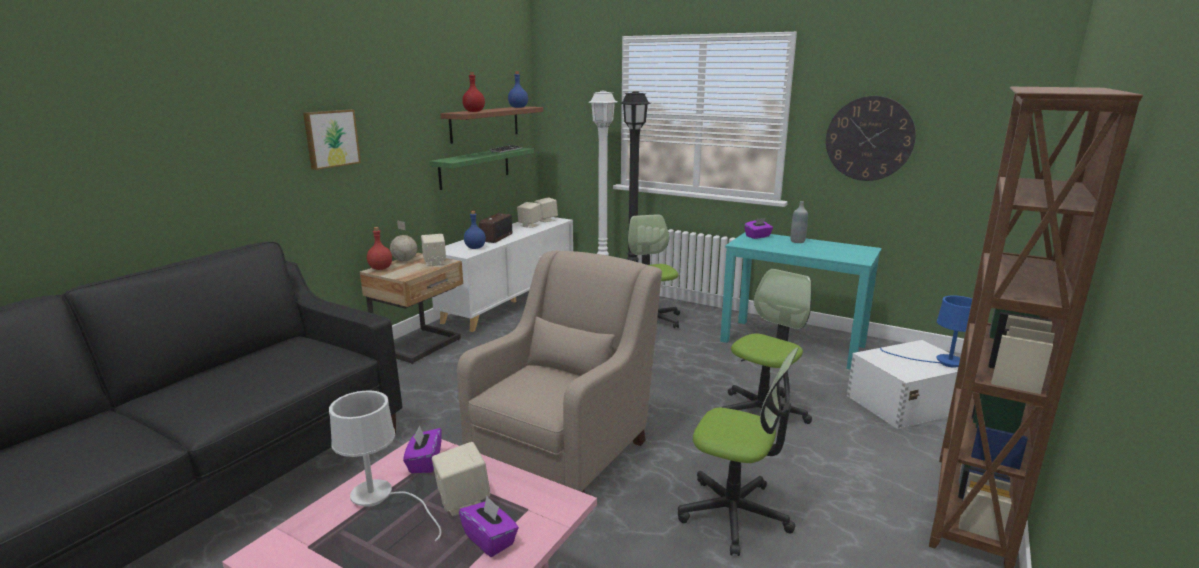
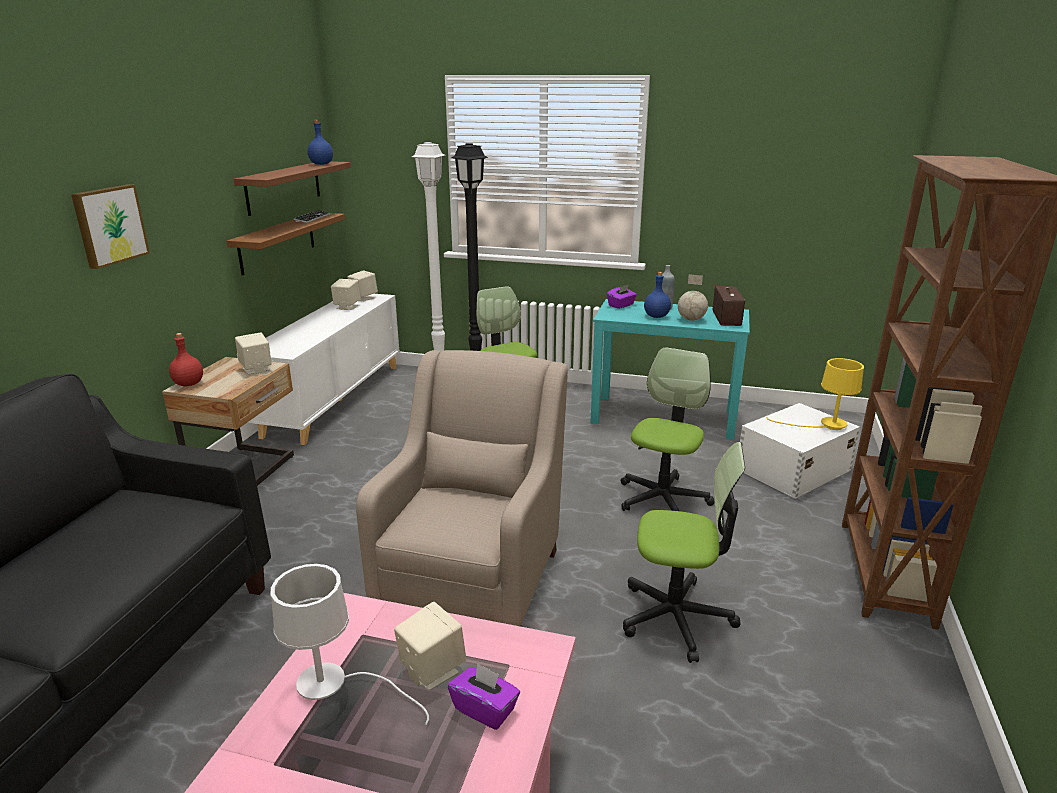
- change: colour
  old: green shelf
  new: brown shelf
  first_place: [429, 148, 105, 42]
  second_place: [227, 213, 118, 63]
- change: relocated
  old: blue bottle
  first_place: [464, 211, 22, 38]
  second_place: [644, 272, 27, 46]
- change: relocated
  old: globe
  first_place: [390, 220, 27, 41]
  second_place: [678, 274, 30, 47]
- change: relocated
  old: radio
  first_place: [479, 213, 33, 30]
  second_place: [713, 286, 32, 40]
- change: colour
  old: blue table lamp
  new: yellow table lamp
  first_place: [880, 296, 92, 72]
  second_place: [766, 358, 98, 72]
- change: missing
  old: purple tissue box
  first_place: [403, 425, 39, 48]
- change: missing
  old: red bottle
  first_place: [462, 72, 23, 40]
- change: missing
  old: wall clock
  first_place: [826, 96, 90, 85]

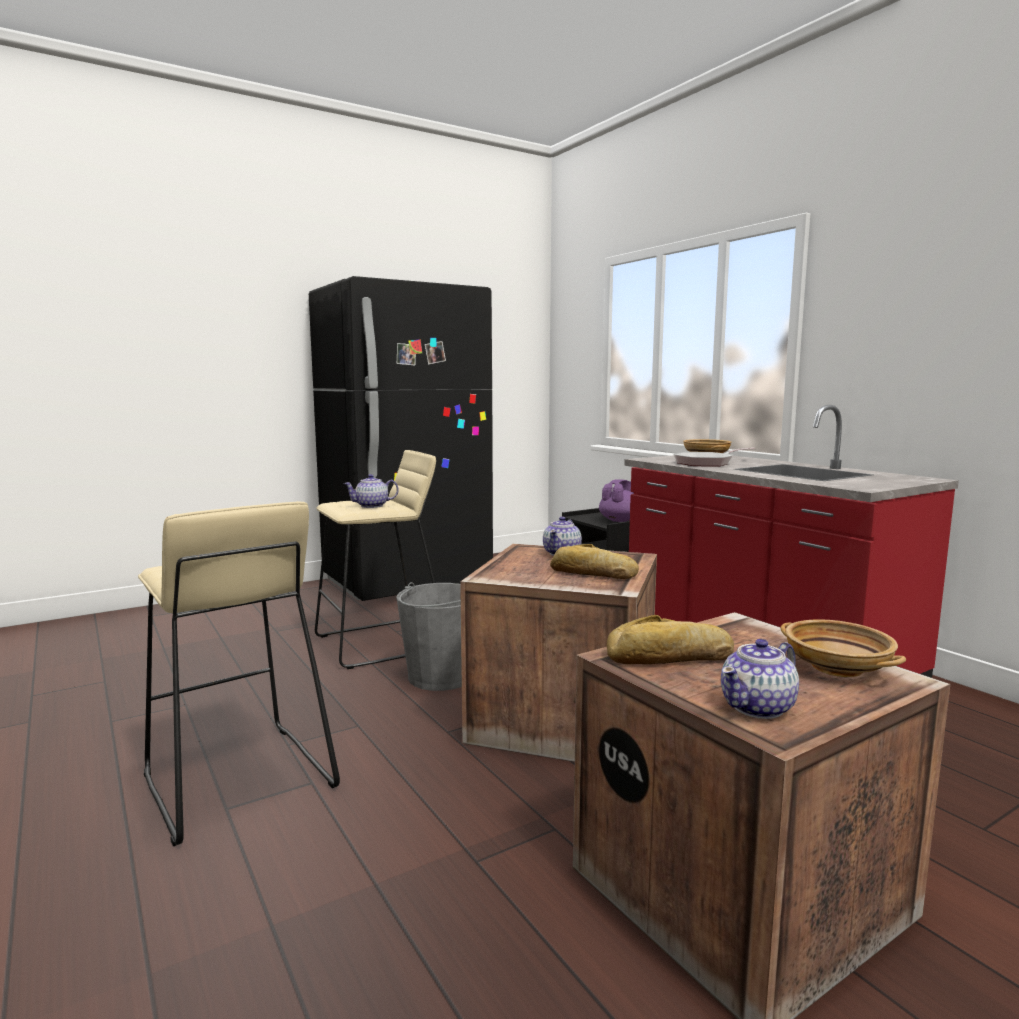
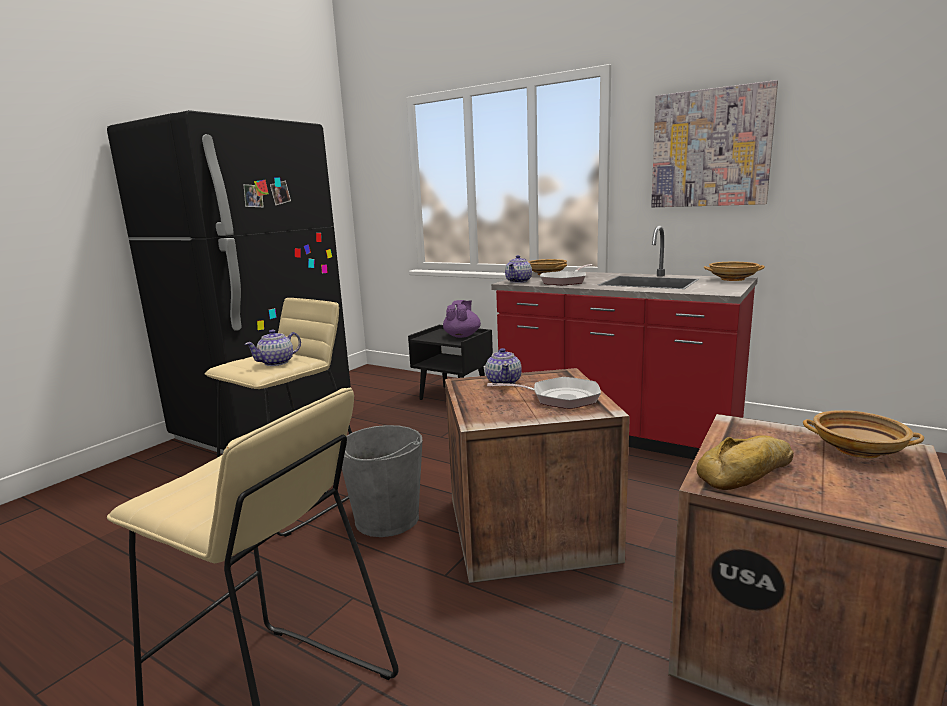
- change: exchanged
  old: bread
  new: frying pan
  first_place: [550, 544, 89, 35]
  second_place: [487, 377, 114, 32]
- change: relocated
  old: teapot
  first_place: [721, 639, 78, 80]
  second_place: [505, 255, 27, 28]
- change: appeared
  new: picture
  second_place: [651, 80, 127, 127]
- change: appeared
  new: beige bowl
  second_place: [704, 262, 61, 19]

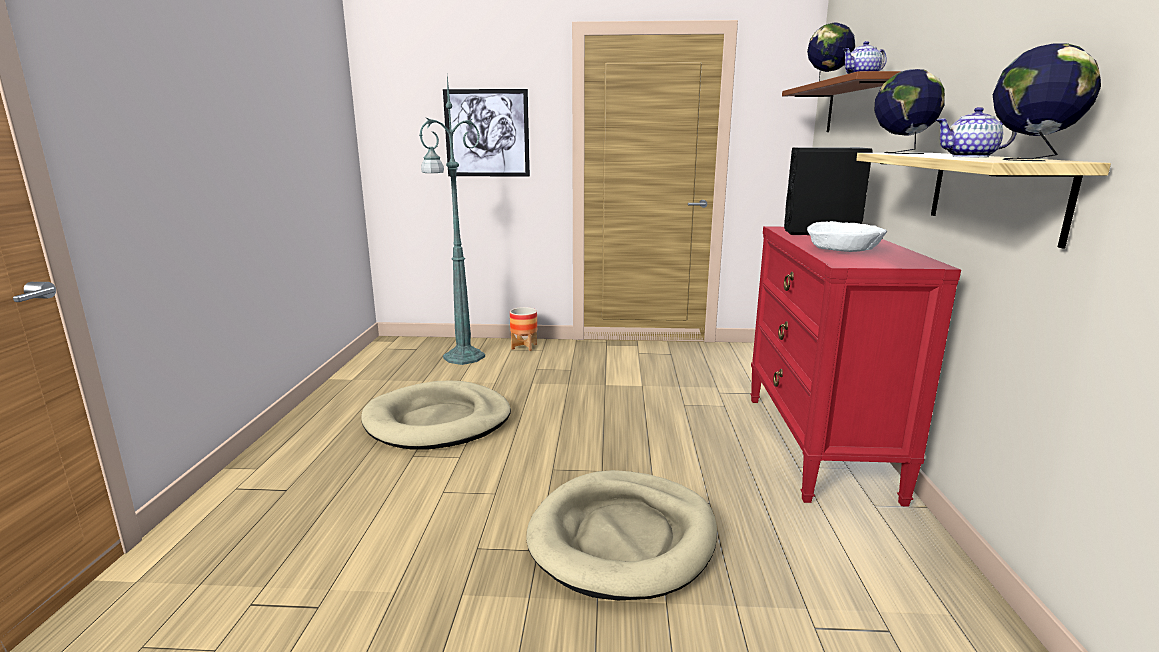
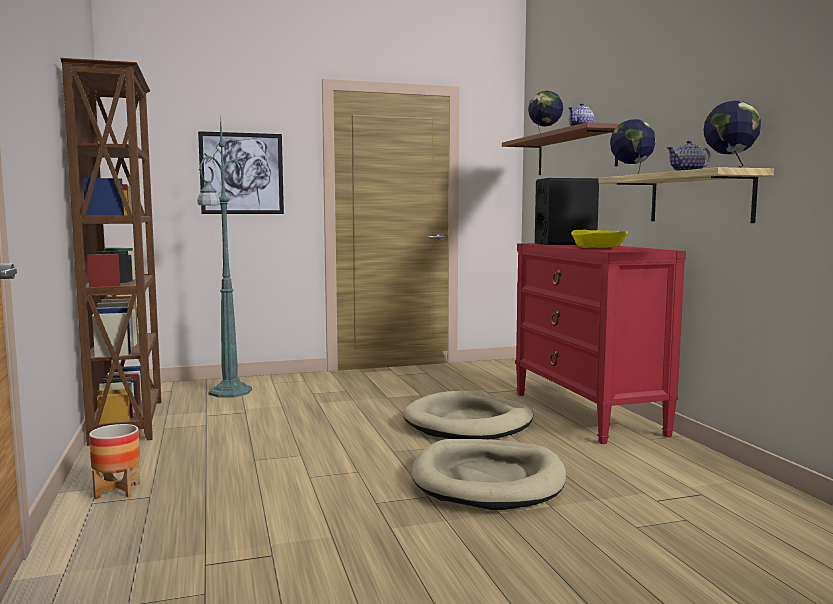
- change: appeared
  new: brown bookcase
  second_place: [60, 58, 102, 388]
- change: relocated
  old: planter
  first_place: [510, 307, 27, 44]
  second_place: [89, 424, 51, 75]
- change: relocated
  old: beige dog bed
  first_place: [361, 381, 150, 69]
  second_place: [403, 391, 131, 48]
- change: colour
  old: white bowl
  new: yellow bowl
  first_place: [807, 221, 80, 31]
  second_place: [571, 229, 57, 19]

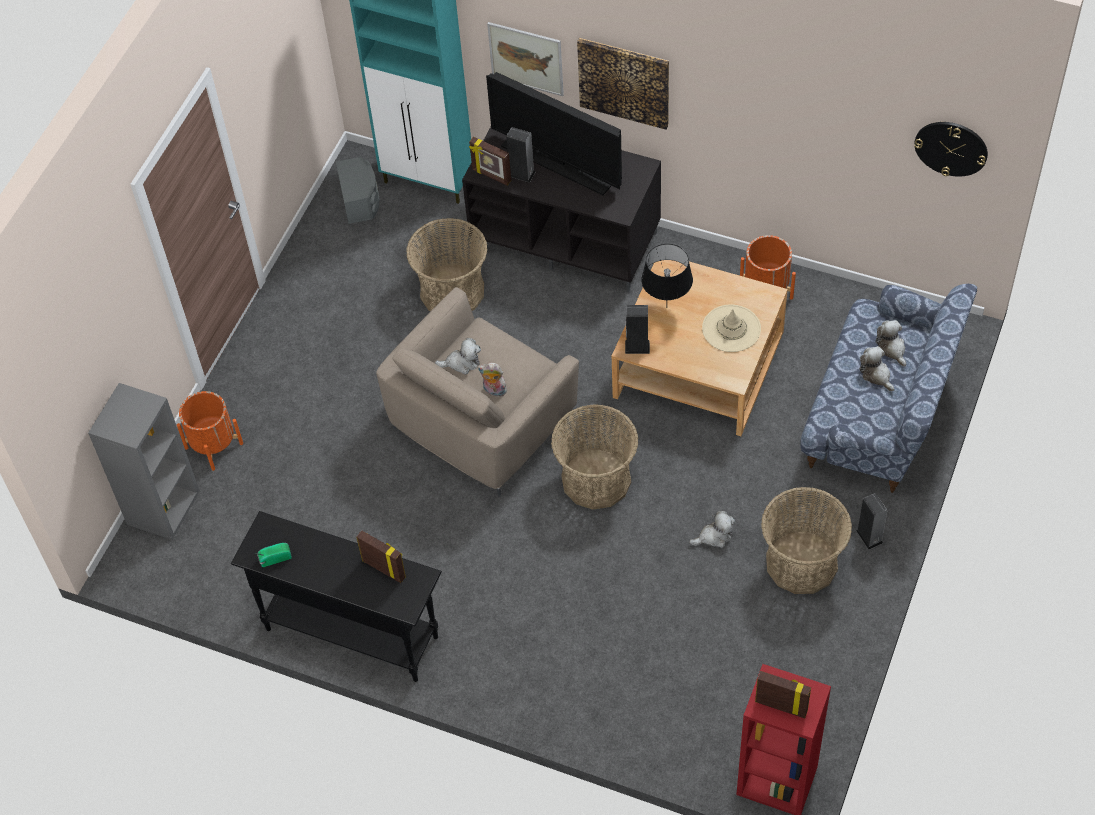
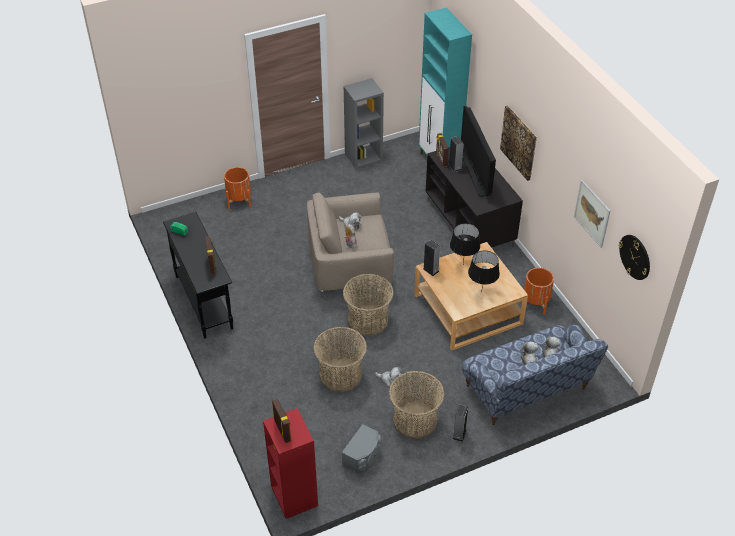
- change: relocated
  old: basket
  first_place: [406, 218, 81, 94]
  second_place: [313, 327, 54, 65]
- change: relocated
  old: grey speaker
  first_place: [336, 157, 44, 67]
  second_place: [342, 424, 38, 50]
- change: relocated
  old: grey bookcase
  first_place: [88, 383, 112, 157]
  second_place: [344, 78, 40, 91]
- change: exchanged
  old: beige hat
  new: black table lamp
  first_place: [702, 305, 59, 47]
  second_place: [468, 251, 32, 36]
- change: relocated
  old: picture
  first_place: [487, 22, 77, 74]
  second_place: [574, 180, 37, 68]

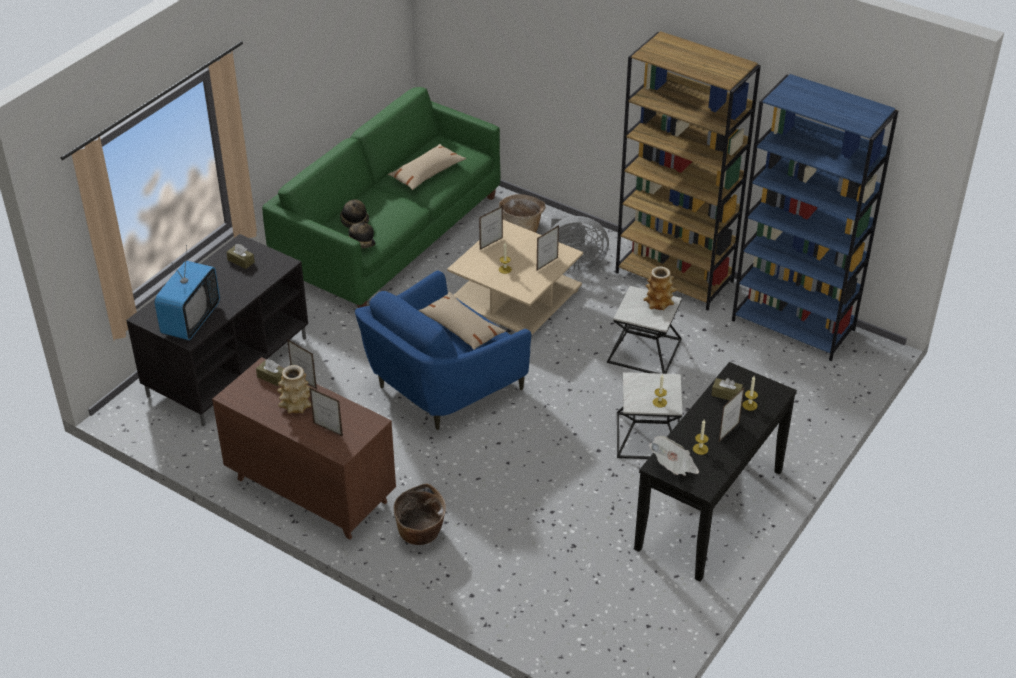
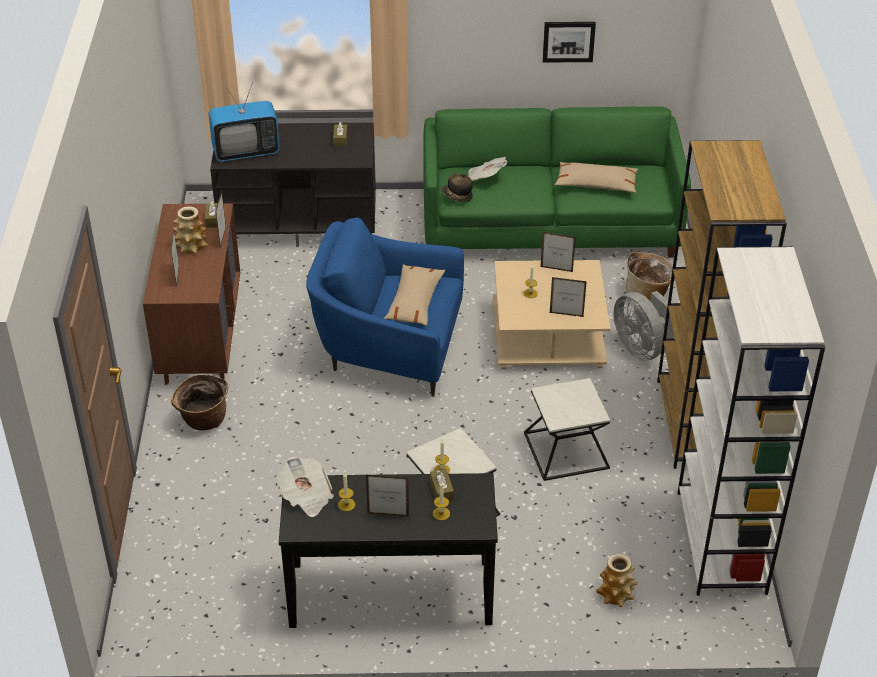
- change: exchanged
  old: hat
  new: newspaper
  first_place: [340, 199, 29, 29]
  second_place: [468, 157, 39, 24]
- change: appeared
  new: picture
  second_place: [543, 22, 53, 41]
- change: relocated
  old: vase
  first_place: [643, 266, 34, 44]
  second_place: [596, 554, 42, 53]
- change: colour
  old: blue bookcase
  new: white bookcase
  first_place: [732, 74, 166, 287]
  second_place: [677, 246, 148, 350]

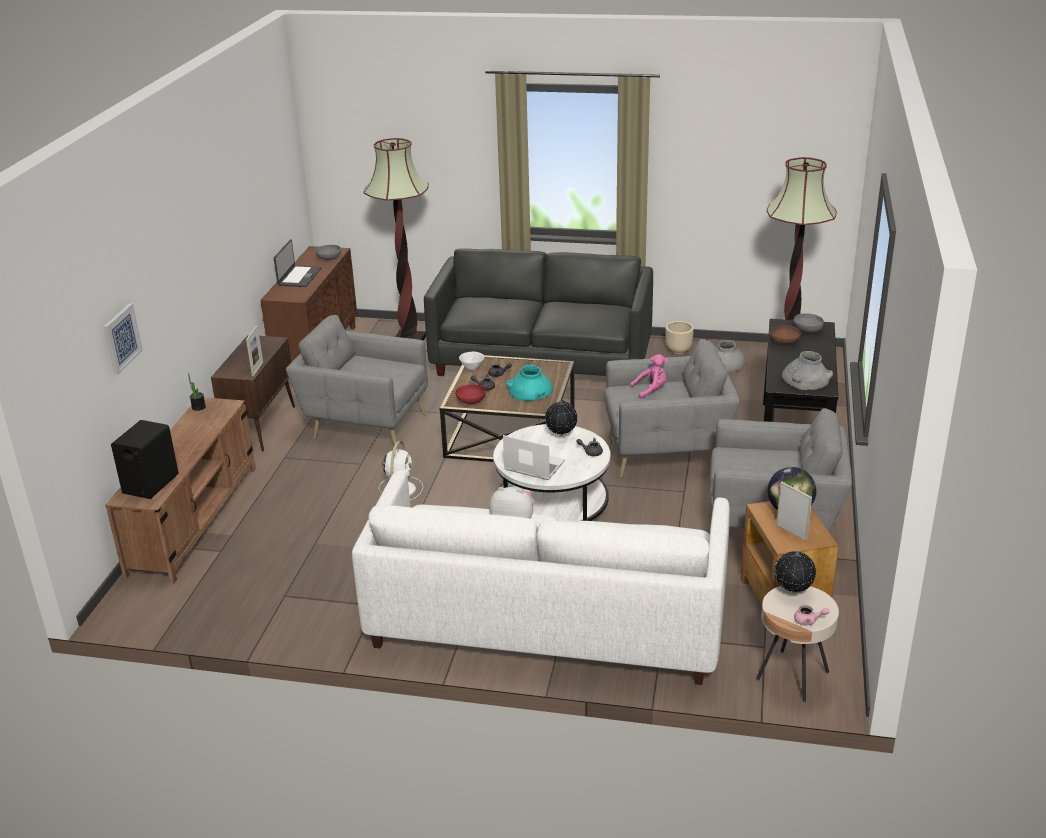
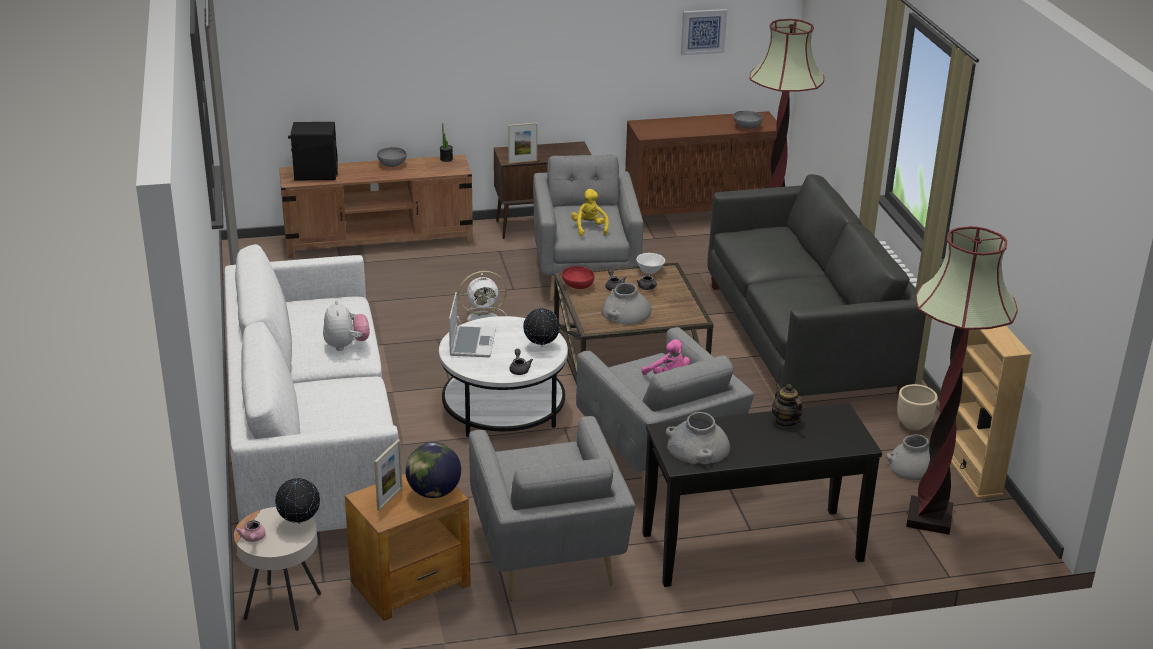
- change: relocated
  old: grey bowl
  first_place: [794, 313, 30, 20]
  second_place: [377, 147, 30, 20]
- change: appeared
  new: yellow plush toy
  second_place: [571, 189, 38, 47]
- change: colour
  old: turquoise vase
  new: grey vase
  first_place: [506, 365, 47, 36]
  second_place: [601, 283, 50, 41]
- change: relocated
  old: picture
  first_place: [103, 303, 40, 72]
  second_place: [681, 9, 46, 46]
- change: exchanged
  old: brown bowl
  new: teapot
  first_place: [770, 325, 31, 20]
  second_place: [772, 383, 30, 44]
- change: appeared
  new: beige bookcase
  second_place: [951, 326, 81, 173]
- change: missing
  old: laptop
  first_place: [274, 239, 47, 48]

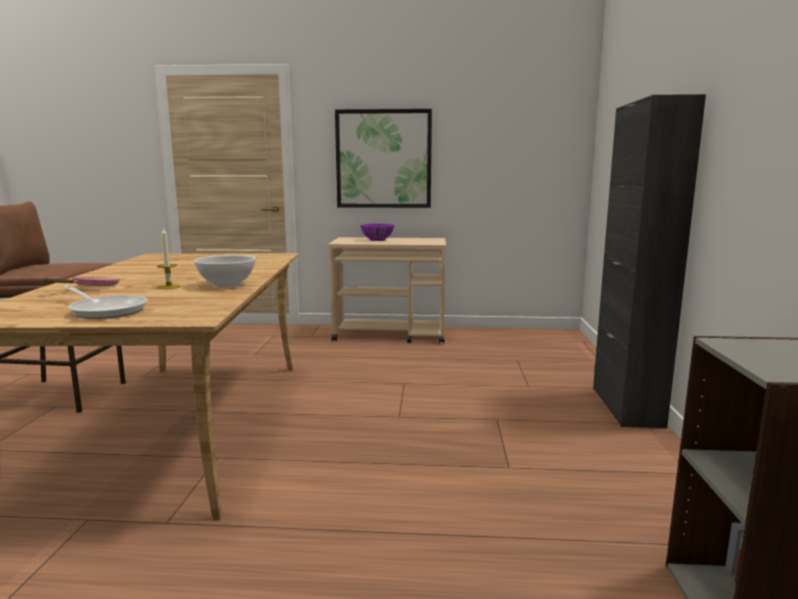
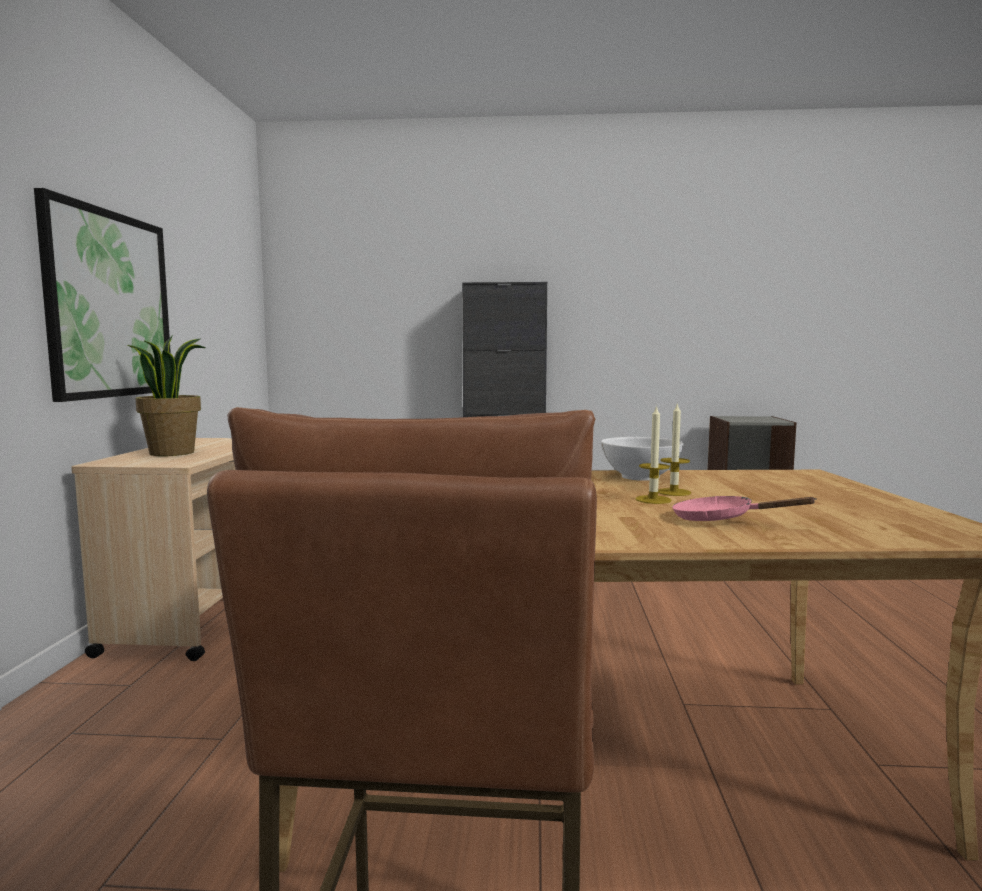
- change: exchanged
  old: purple bowl
  new: potted plant
  first_place: [360, 223, 34, 18]
  second_place: [127, 335, 79, 121]
- change: appeared
  new: candle
  second_place: [635, 405, 37, 99]
- change: missing
  old: frying pan
  first_place: [63, 286, 85, 33]

